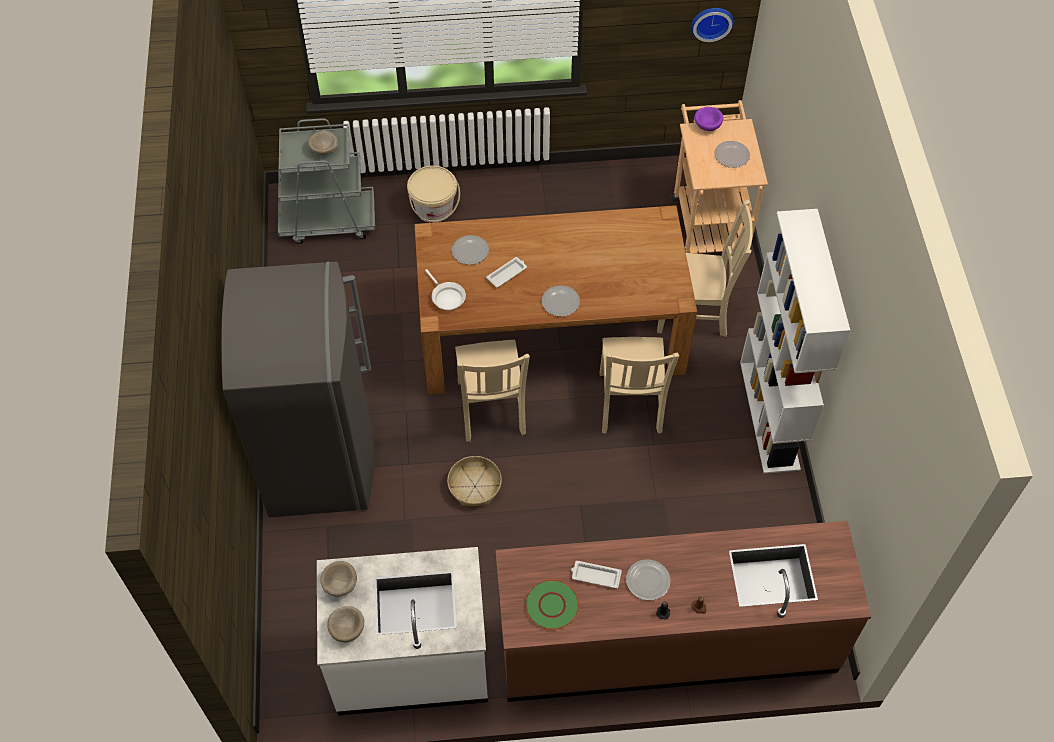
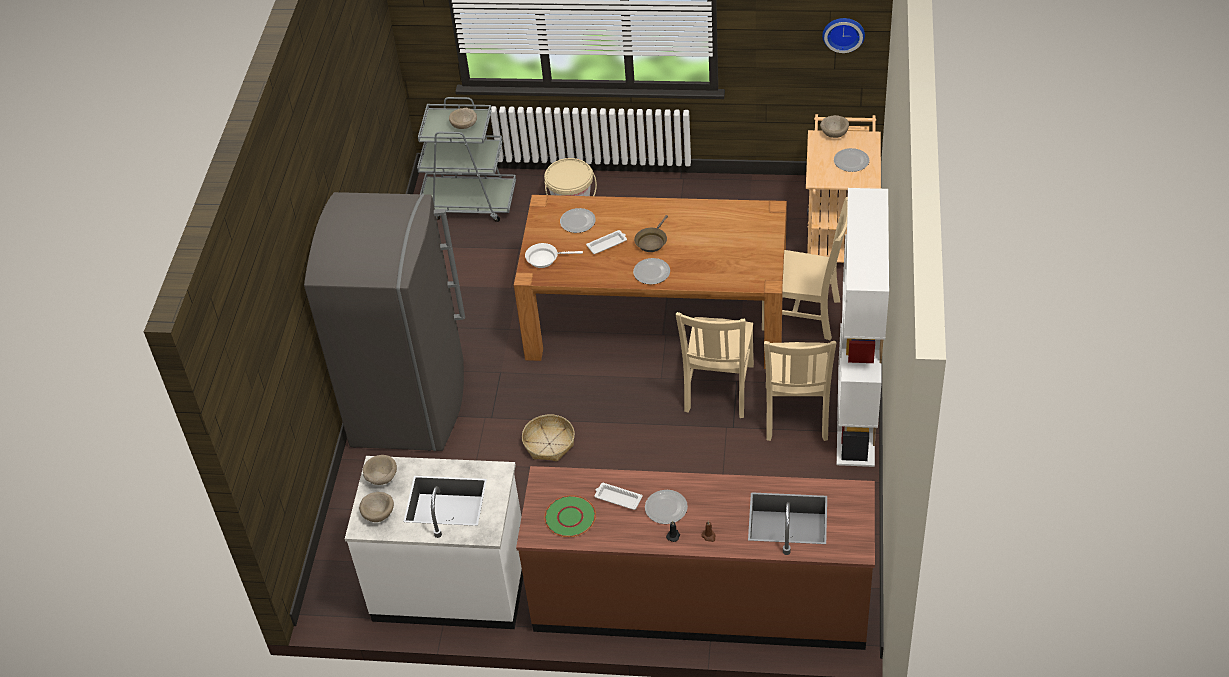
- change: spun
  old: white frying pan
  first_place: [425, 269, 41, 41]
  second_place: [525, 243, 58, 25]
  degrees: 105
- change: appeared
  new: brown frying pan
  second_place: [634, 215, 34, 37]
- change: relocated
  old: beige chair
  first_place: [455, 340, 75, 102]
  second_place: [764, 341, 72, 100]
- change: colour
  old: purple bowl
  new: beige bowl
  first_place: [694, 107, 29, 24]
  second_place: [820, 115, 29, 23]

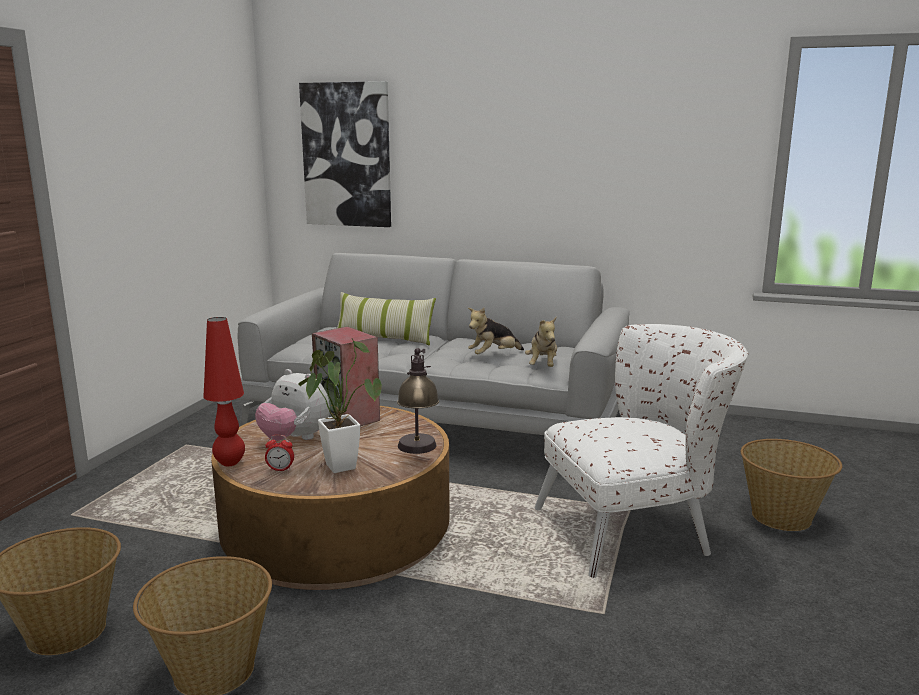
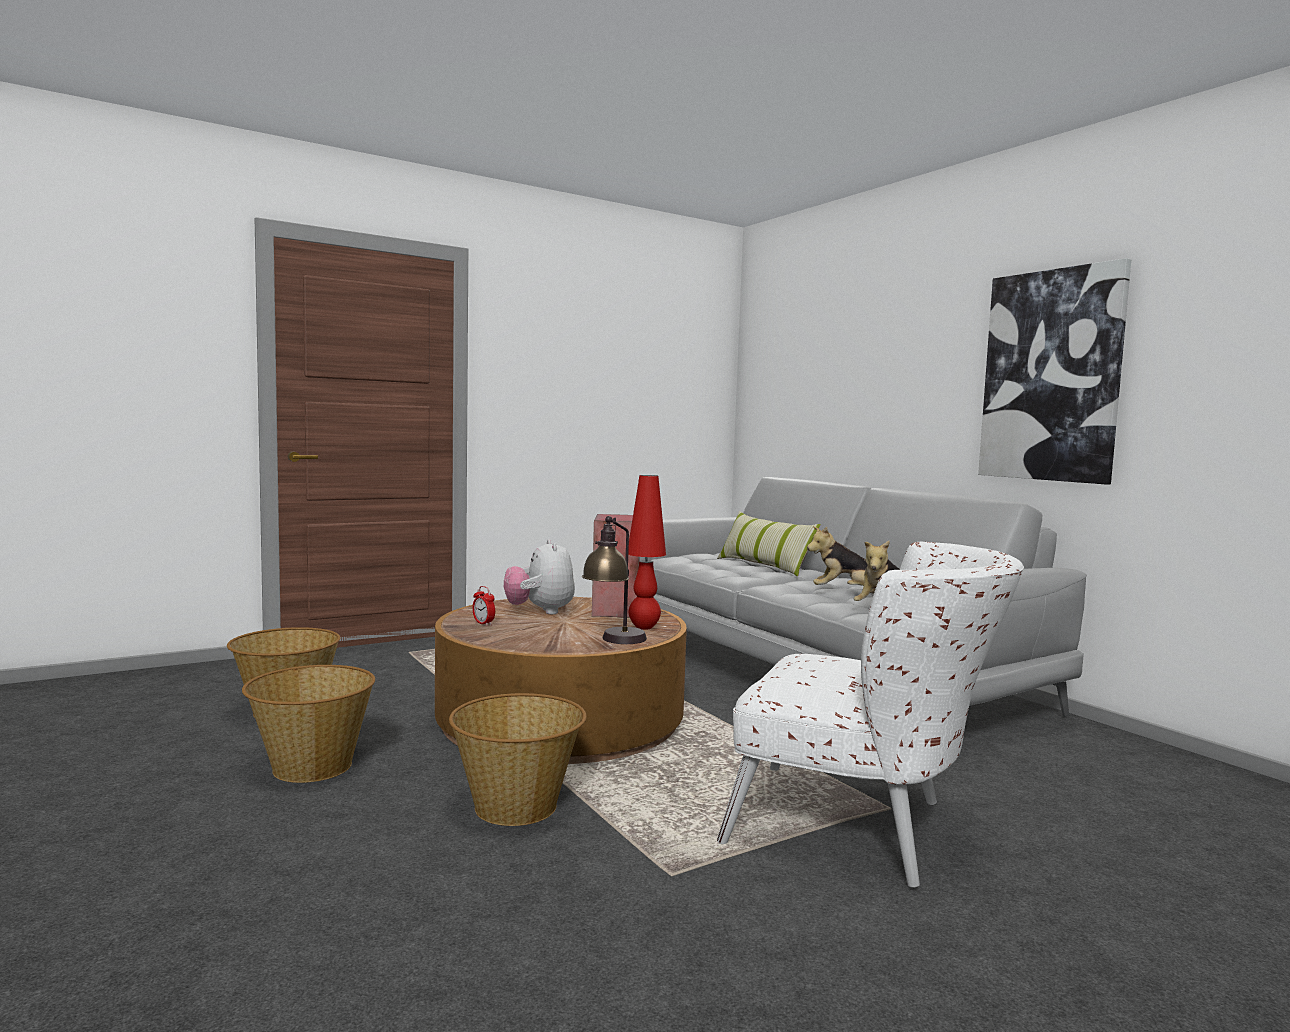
- change: relocated
  old: basket
  first_place: [741, 439, 101, 92]
  second_place: [449, 693, 138, 133]
- change: relocated
  old: red table lamp
  first_place: [203, 317, 42, 149]
  second_place: [628, 475, 38, 155]
- change: relocated
  old: picture
  first_place: [299, 81, 92, 146]
  second_place: [978, 258, 153, 226]
- change: missing
  old: potted plant
  first_place: [298, 339, 84, 134]

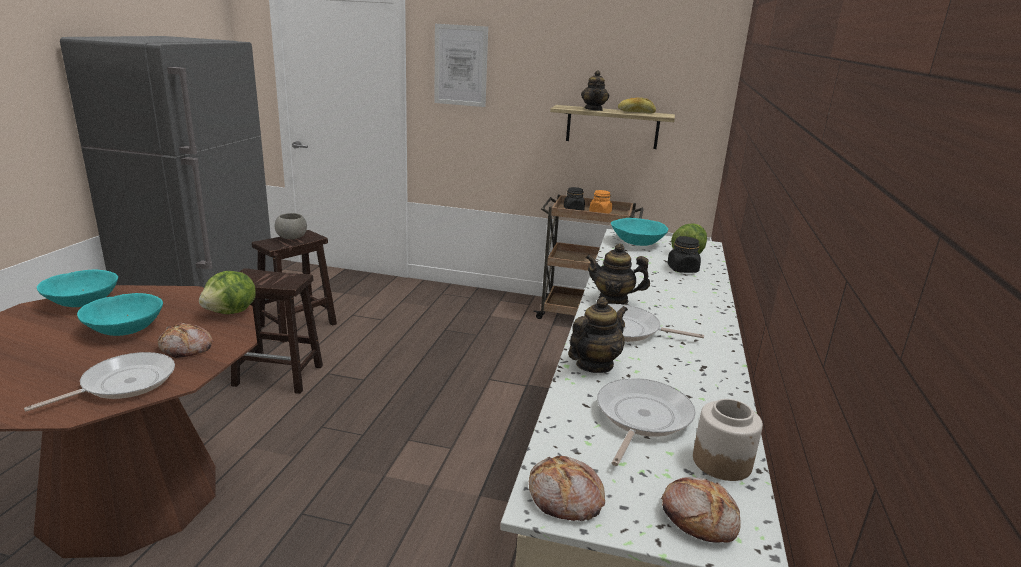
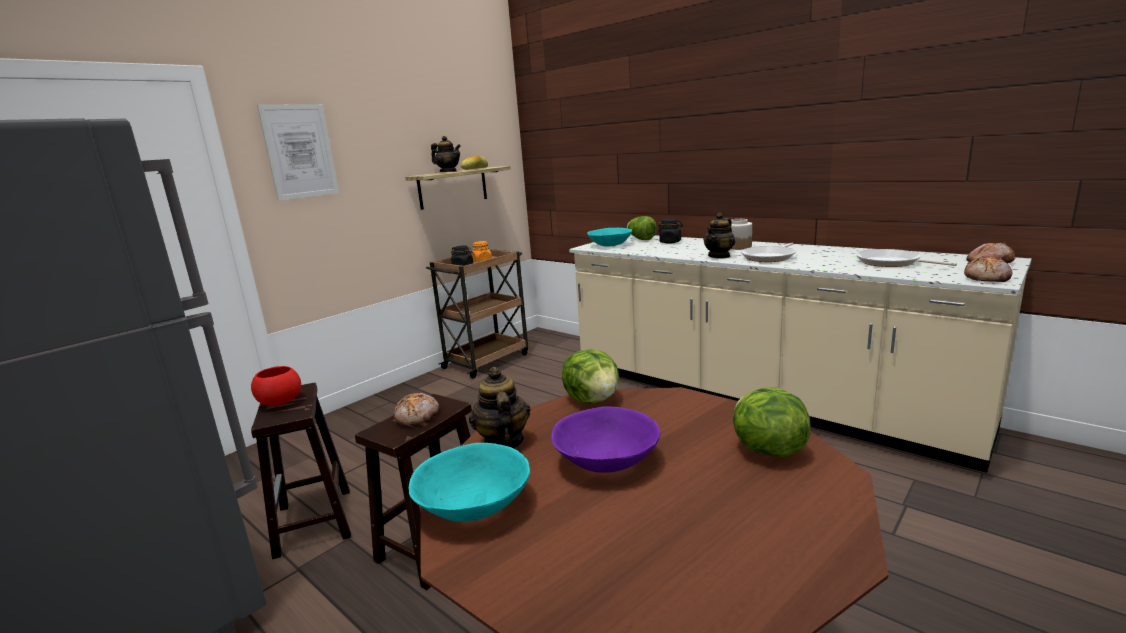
- change: colour
  old: grey bowl
  new: red bowl
  first_place: [275, 213, 32, 26]
  second_place: [251, 366, 50, 40]
- change: relocated
  old: bread
  first_place: [158, 322, 55, 36]
  second_place: [394, 392, 45, 33]
- change: relocated
  old: teapot
  first_place: [568, 297, 60, 76]
  second_place: [469, 367, 62, 81]
- change: colour
  old: turquoise bowl
  new: purple bowl
  first_place: [77, 293, 86, 43]
  second_place: [551, 406, 110, 67]
- change: relocated
  old: jar
  first_place: [693, 399, 70, 82]
  second_place: [731, 219, 21, 31]
- change: exchanged
  old: frying pan
  new: lettuce
  first_place: [24, 352, 151, 59]
  second_place: [733, 387, 78, 70]

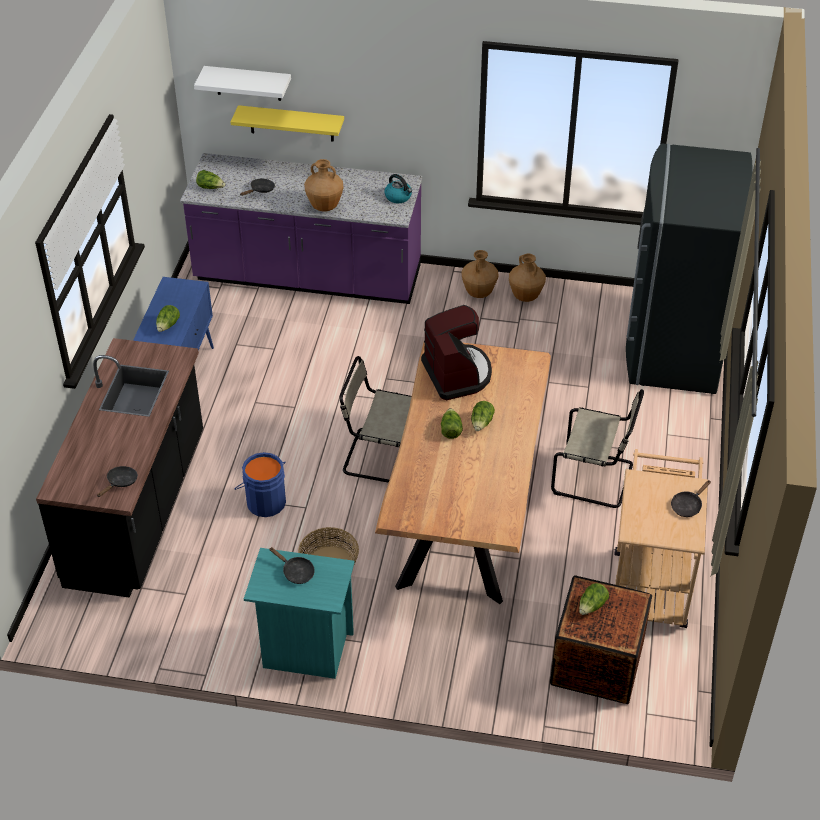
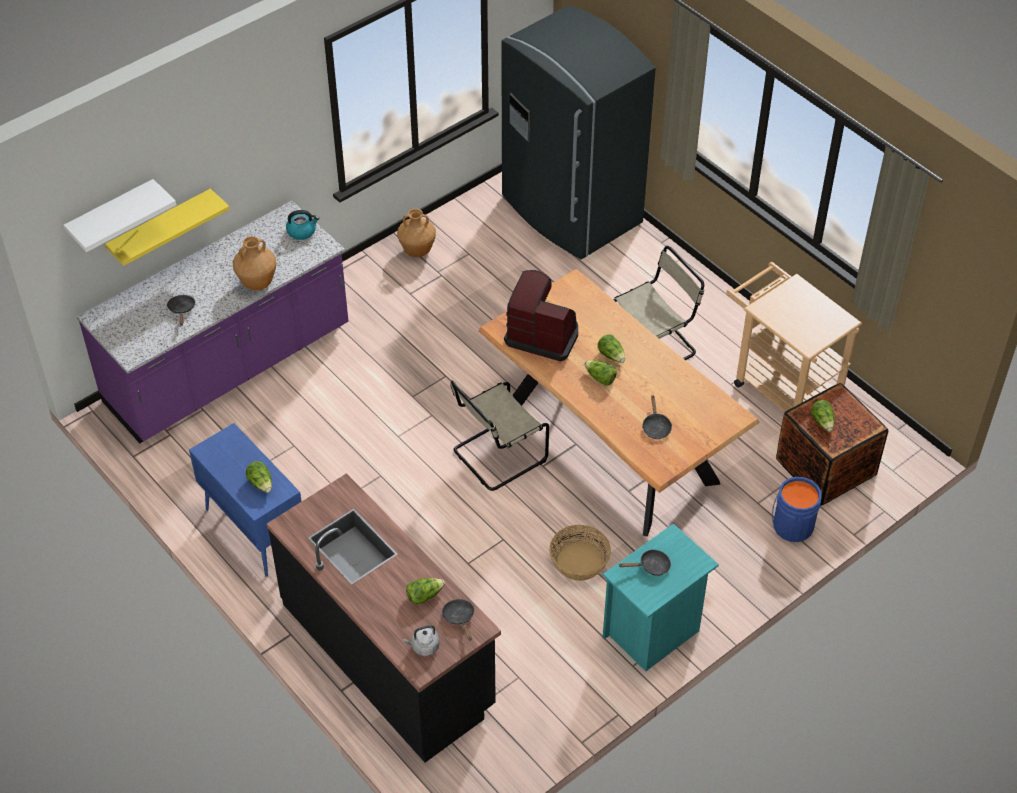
- change: appeared
  new: grey kettle
  second_place: [403, 625, 37, 31]
- change: relocated
  old: lettuce
  first_place: [196, 170, 29, 19]
  second_place: [406, 578, 39, 26]
- change: relocated
  old: black frying pan
  first_place: [671, 480, 40, 37]
  second_place: [642, 396, 30, 43]
- change: relocated
  old: blue bucket
  first_place: [235, 452, 51, 65]
  second_place: [772, 477, 50, 65]
- change: missing
  old: brown vase
  first_place: [462, 250, 37, 48]

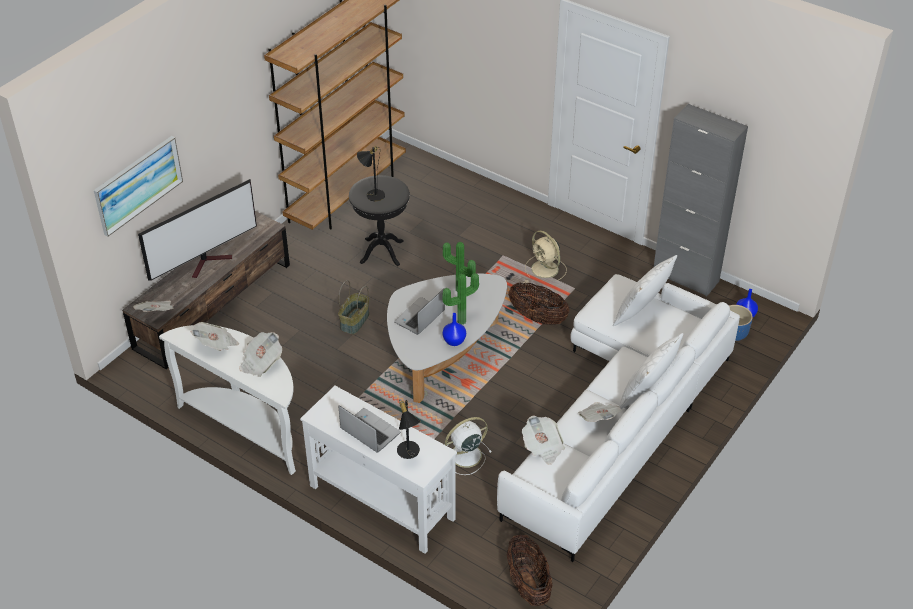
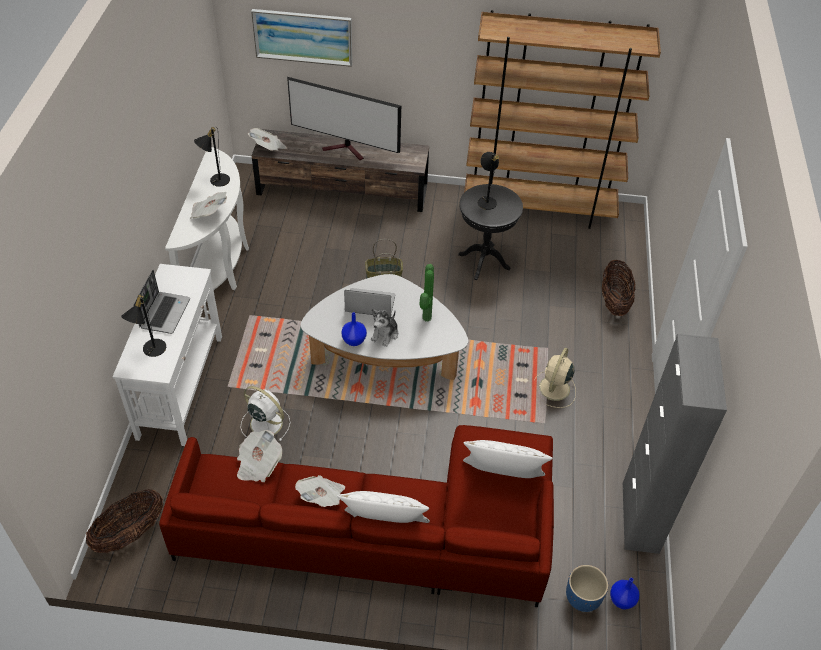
- change: colour
  old: white sofa
  new: red sofa
  first_place: [497, 274, 243, 288]
  second_place: [159, 425, 395, 182]
- change: exchanged
  old: newspaper
  new: black table lamp
  first_place: [191, 322, 48, 29]
  second_place: [194, 127, 36, 60]
- change: exchanged
  old: potted plant
  new: plush toy
  first_place: [442, 273, 37, 52]
  second_place: [371, 309, 27, 38]
- change: relocated
  old: basket
  first_place: [508, 282, 61, 43]
  second_place: [602, 260, 34, 56]

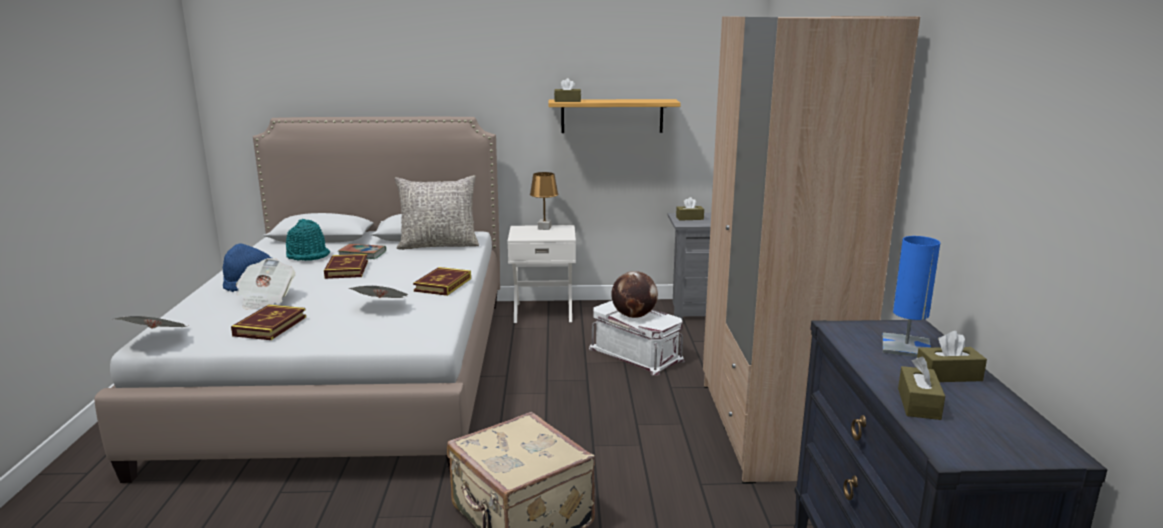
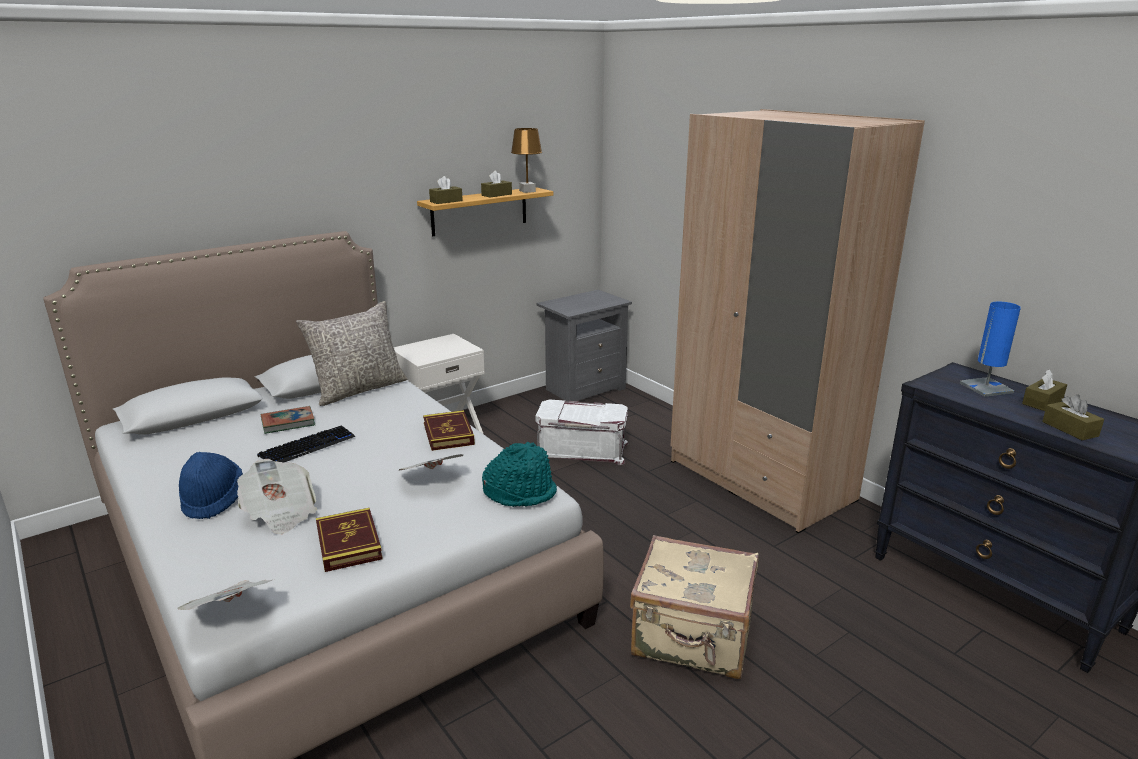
- change: exchanged
  old: book
  new: keyboard
  first_place: [324, 254, 44, 25]
  second_place: [257, 425, 99, 37]
- change: relocated
  old: brown tissue box
  first_place: [676, 197, 28, 24]
  second_place: [481, 171, 31, 27]
- change: relocated
  old: turquoise hat
  first_place: [286, 219, 44, 42]
  second_place: [482, 442, 75, 65]
- change: relocated
  old: brown table lamp
  first_place: [530, 172, 28, 58]
  second_place: [511, 128, 31, 65]
- change: missing
  old: globe
  first_place: [611, 271, 47, 47]

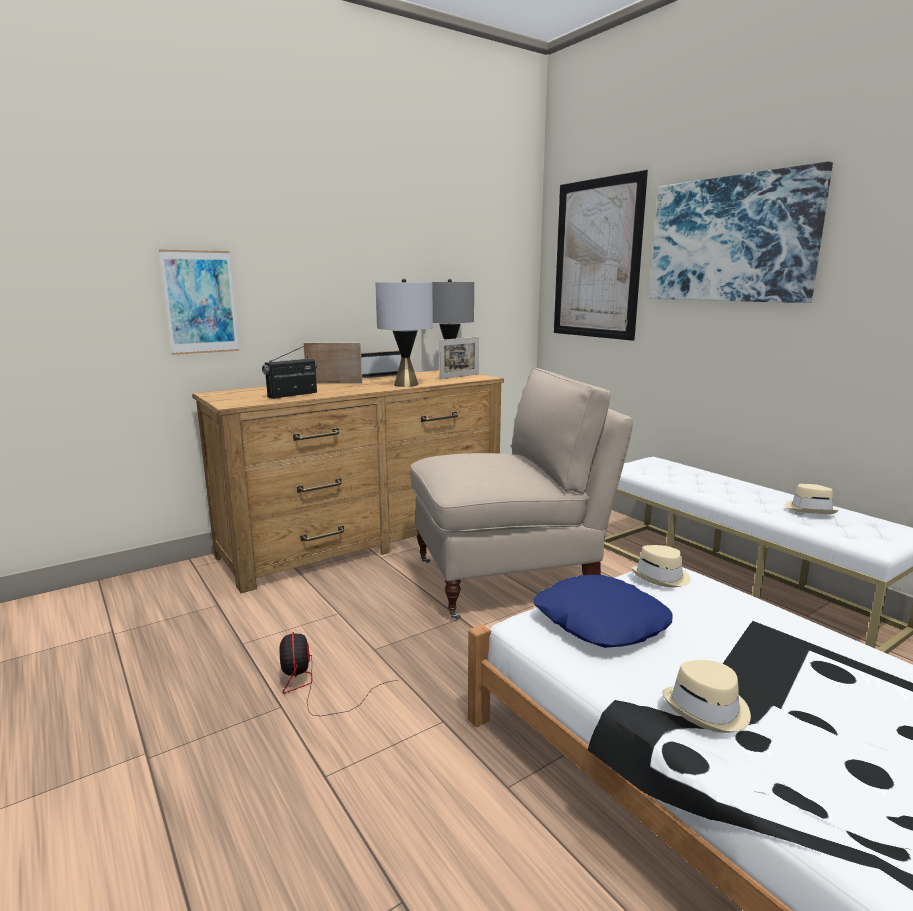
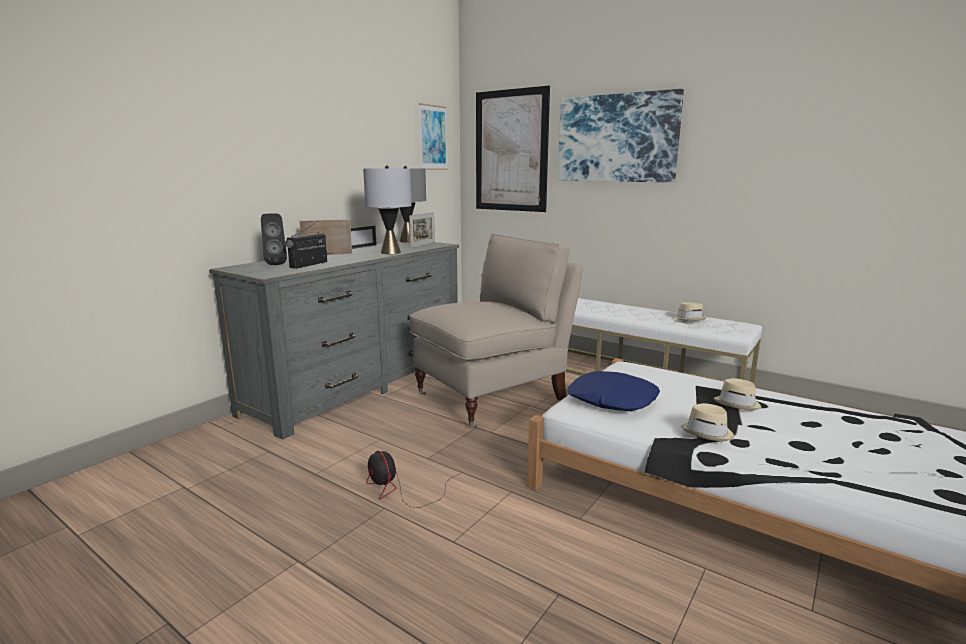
- change: colour
  old: brown dresser
  new: grey dresser
  first_place: [192, 370, 312, 223]
  second_place: [209, 241, 250, 199]
- change: appeared
  new: black speaker
  second_place: [261, 213, 26, 52]
- change: relocated
  old: picture
  first_place: [159, 249, 80, 106]
  second_place: [419, 103, 29, 67]
- change: relocated
  old: beige hat
  first_place: [631, 545, 60, 43]
  second_place: [714, 378, 47, 32]

